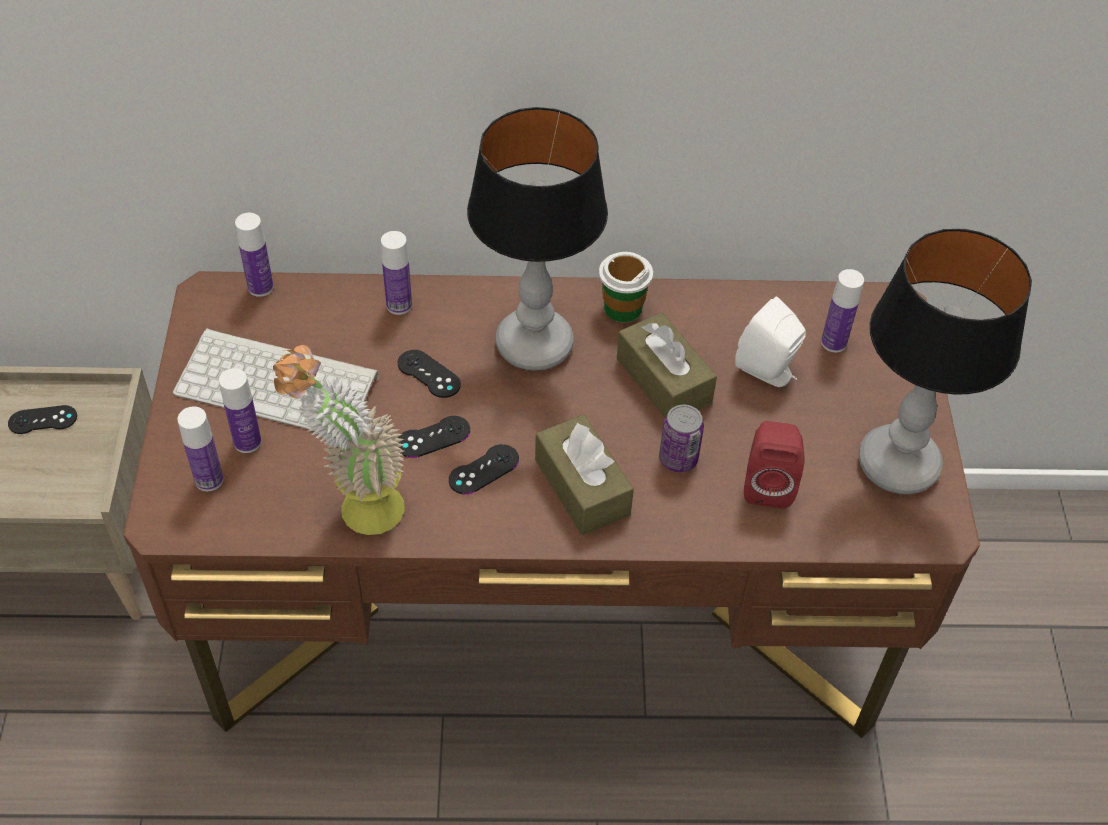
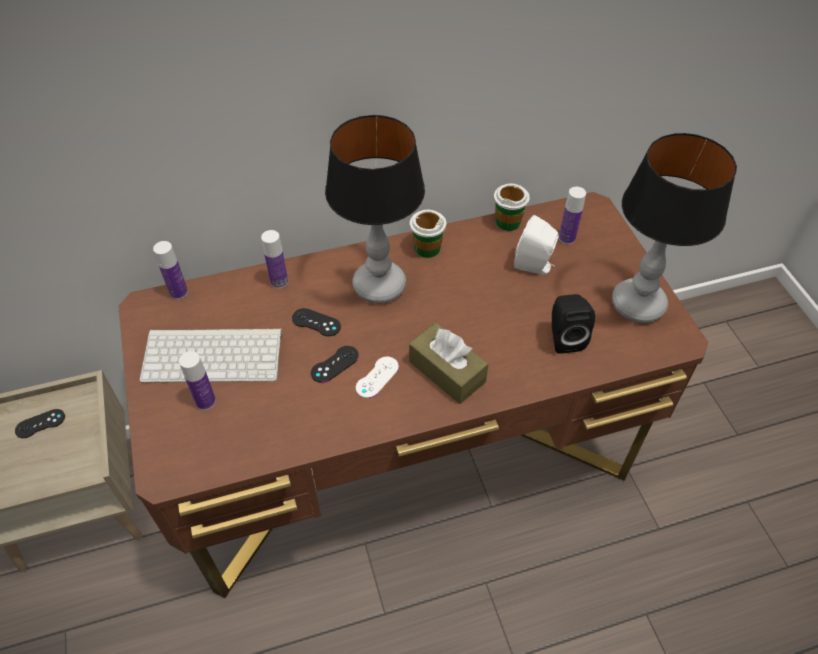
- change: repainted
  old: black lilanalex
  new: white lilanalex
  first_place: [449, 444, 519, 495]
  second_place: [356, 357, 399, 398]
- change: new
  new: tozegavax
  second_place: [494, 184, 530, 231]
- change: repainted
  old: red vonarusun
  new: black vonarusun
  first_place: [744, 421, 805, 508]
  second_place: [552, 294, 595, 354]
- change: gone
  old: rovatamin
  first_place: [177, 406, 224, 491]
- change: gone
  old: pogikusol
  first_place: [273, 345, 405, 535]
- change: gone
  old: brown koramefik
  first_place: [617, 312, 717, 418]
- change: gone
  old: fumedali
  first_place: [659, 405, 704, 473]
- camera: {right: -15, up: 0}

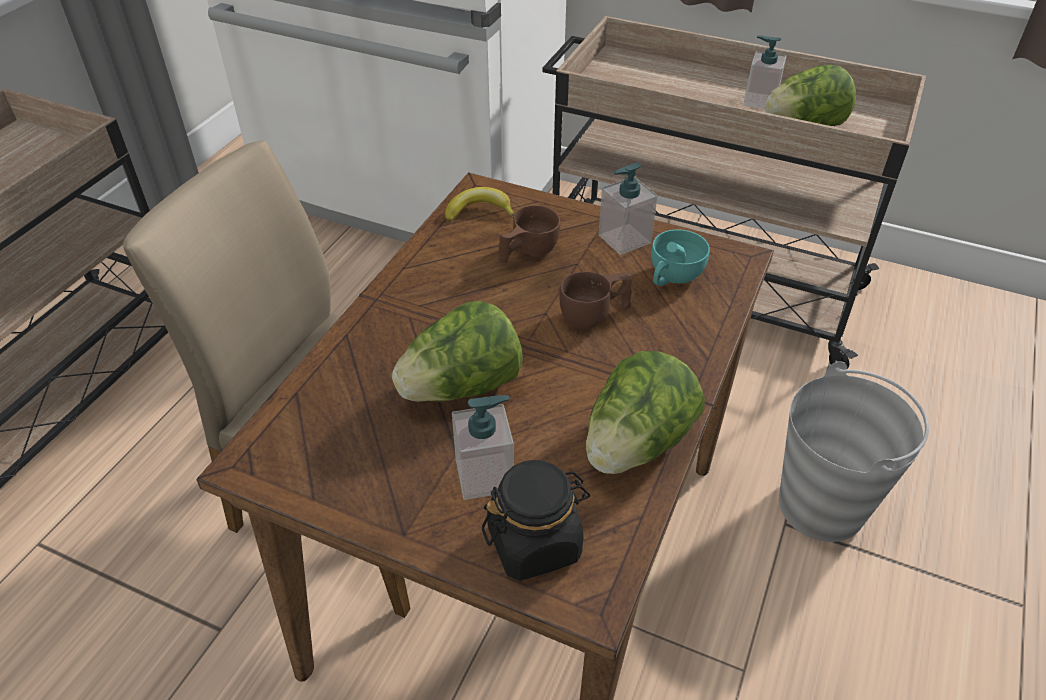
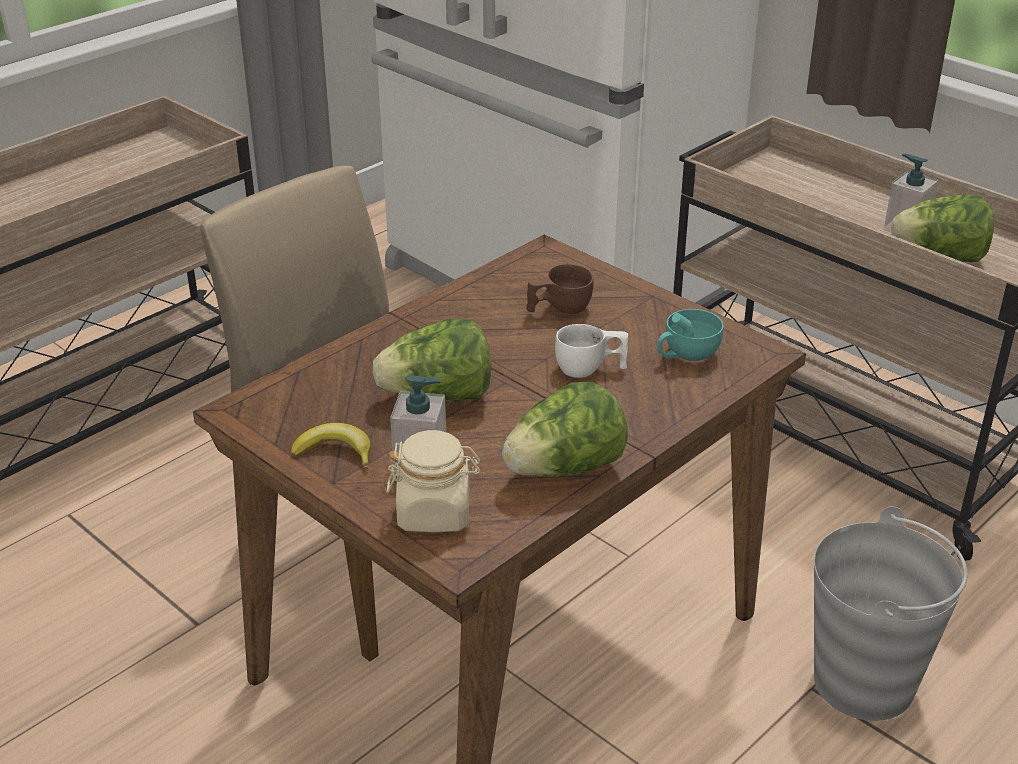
- change: shifted
  old: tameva
  first_place: [445, 187, 514, 222]
  second_place: [291, 423, 371, 469]
- change: repainted
  old: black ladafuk
  new: beige ladafuk
  first_place: [482, 460, 590, 581]
  second_place: [387, 430, 481, 533]
- change: repainted
  old: brown tozegavax
  new: white tozegavax
  first_place: [559, 272, 632, 329]
  second_place: [555, 324, 628, 378]
- change: gone
  old: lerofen
  first_place: [599, 162, 657, 255]
- camera: {right: 20, up: -10}

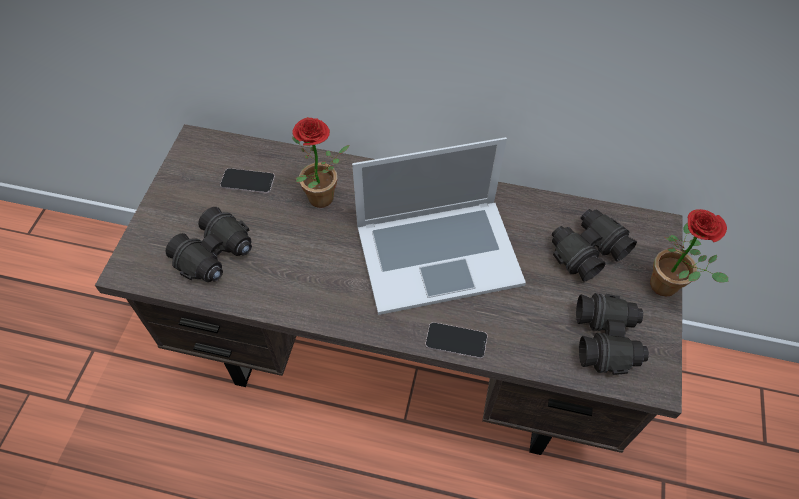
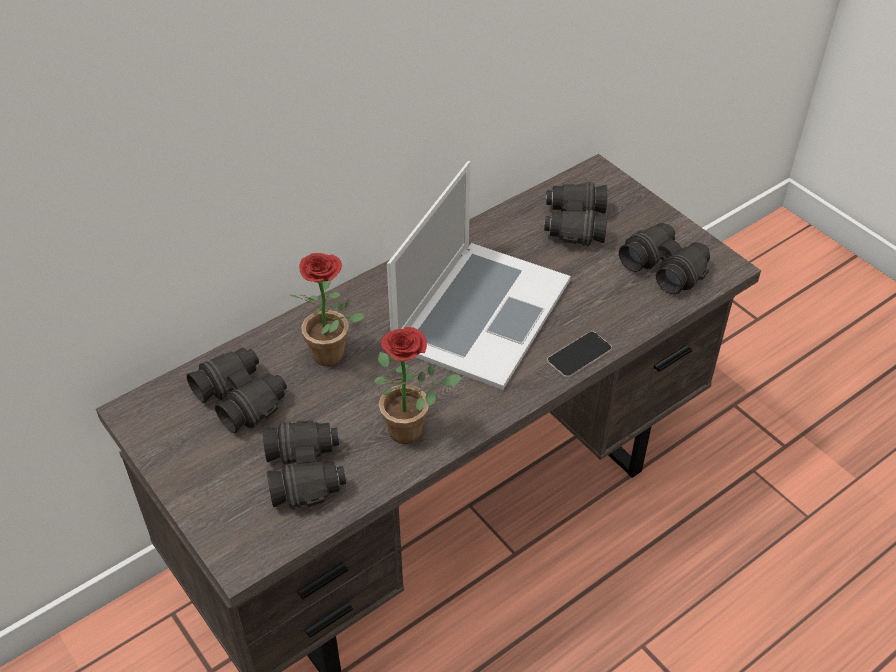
- change: swapped
  old: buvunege
  new: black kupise
  first_place: [220, 168, 275, 193]
  second_place: [187, 348, 287, 433]
- change: shifted
  old: pogikusol
  first_place: [650, 209, 729, 297]
  second_place: [374, 327, 462, 444]
- camera: {right: -50, up: -10}

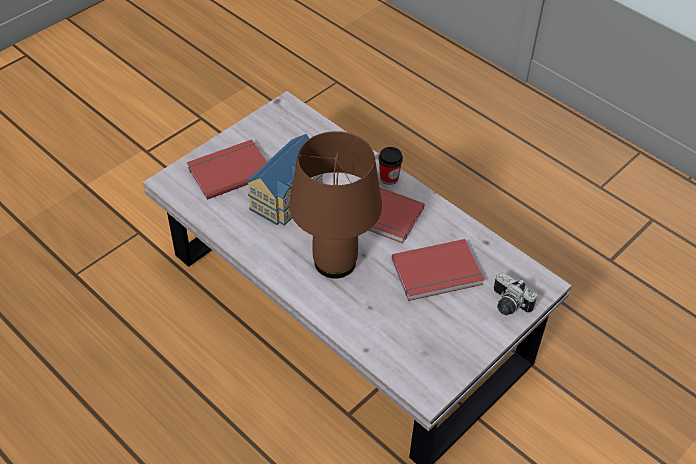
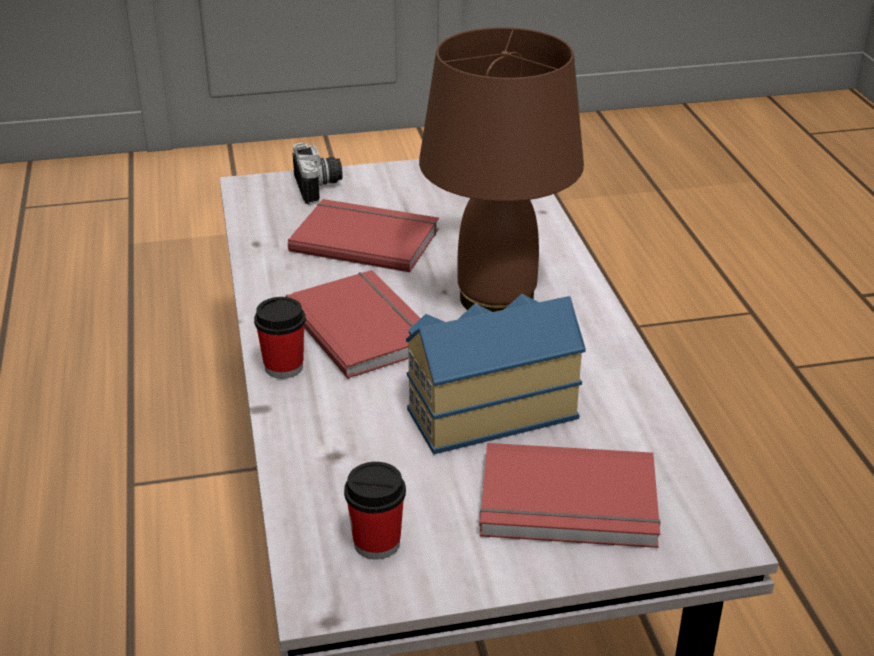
- change: new
  new: tozegavax
  second_place: [344, 462, 406, 559]
- camera: {right: -145, up: -15}

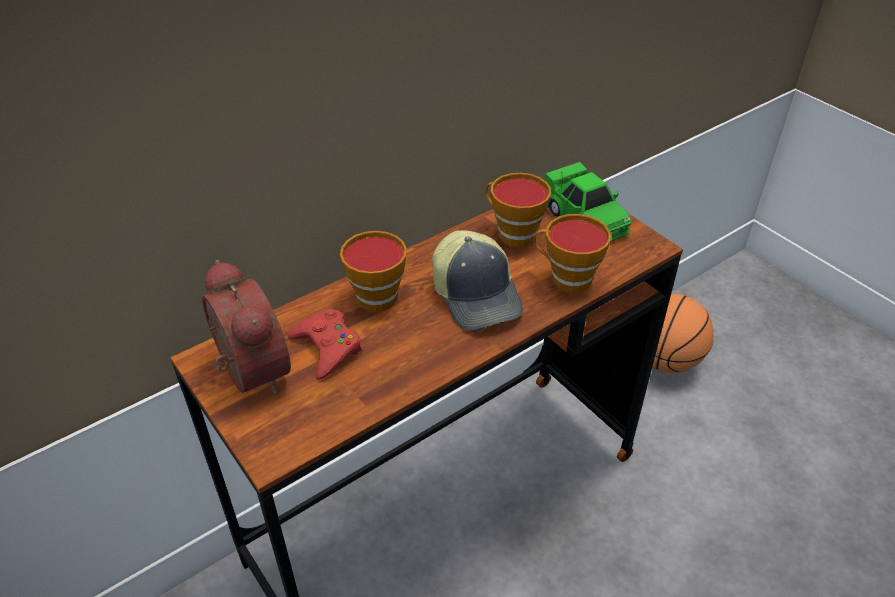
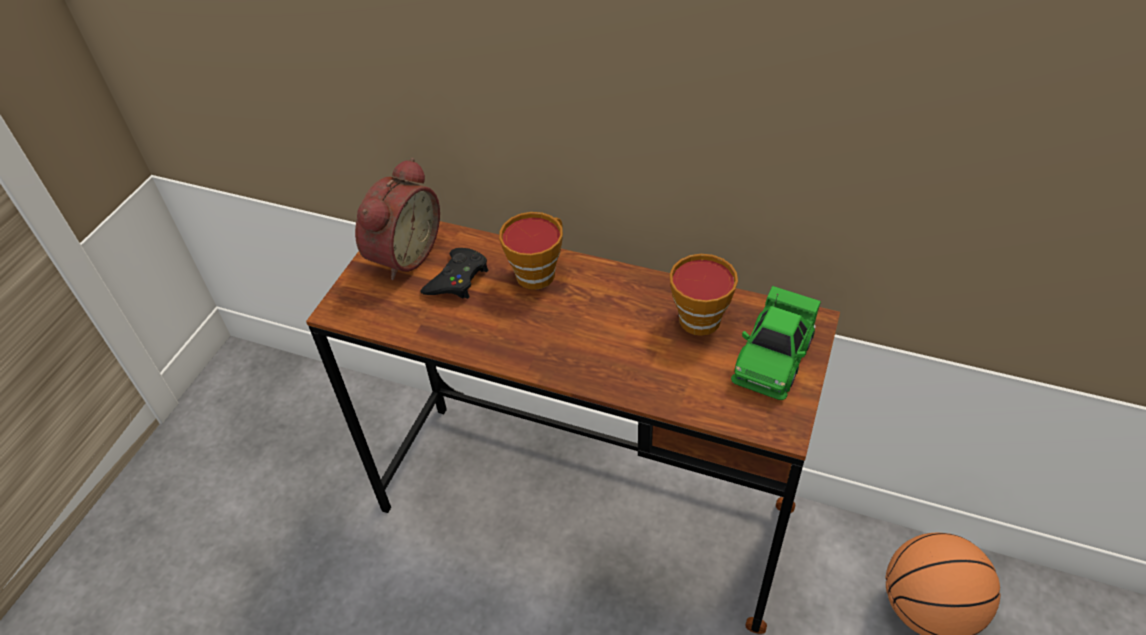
- change: repainted
  old: red lilanalex
  new: black lilanalex
  first_place: [288, 309, 362, 380]
  second_place: [420, 248, 488, 299]
- change: gone
  old: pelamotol
  first_place: [432, 230, 523, 331]
- change: gone
  old: tozegavax
  first_place: [533, 214, 611, 293]
- camera: {right: 60, up: 5}

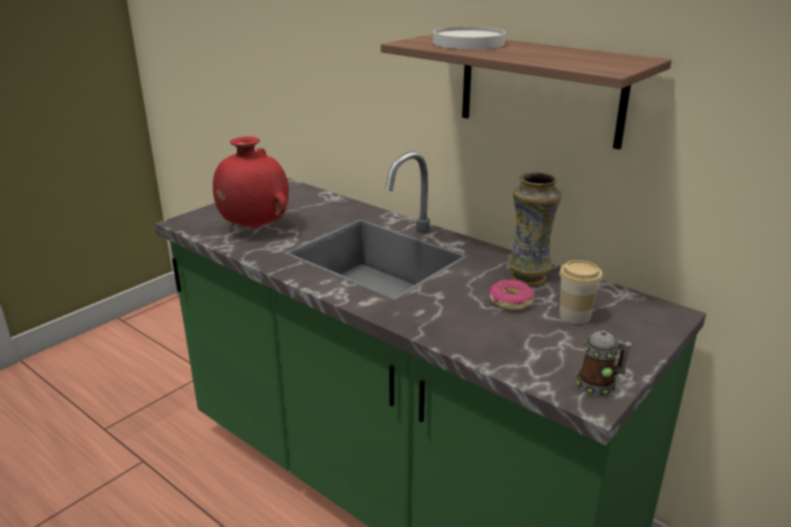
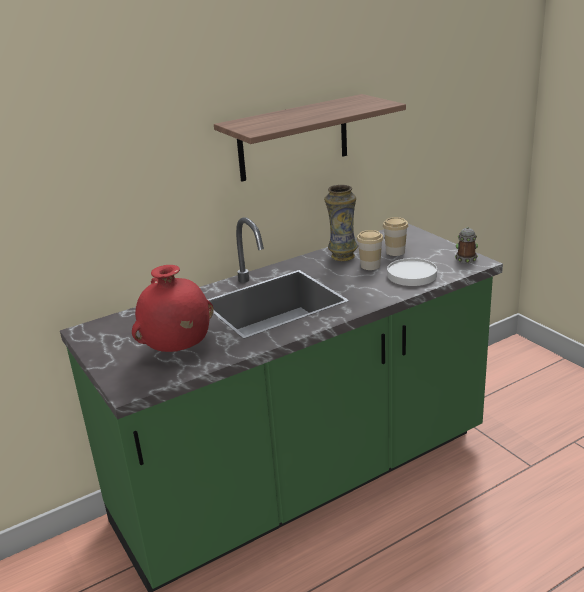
- change: swapped
  old: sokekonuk
  new: tozegavax
  first_place: [489, 279, 535, 310]
  second_place: [357, 230, 383, 270]
- change: shifted
  old: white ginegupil
  first_place: [433, 27, 506, 49]
  second_place: [387, 258, 437, 286]
- camera: {right: -70, up: 0}

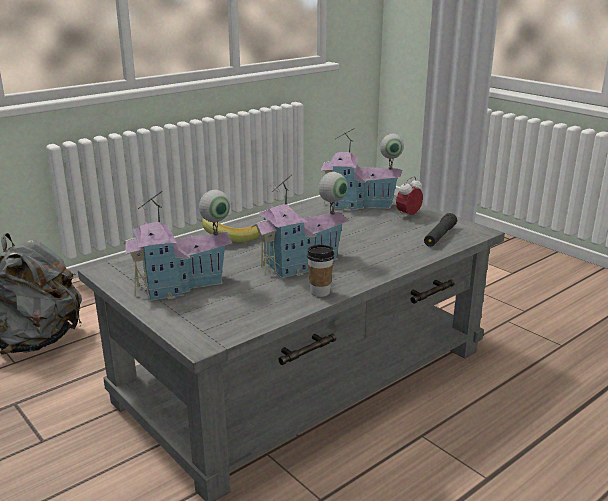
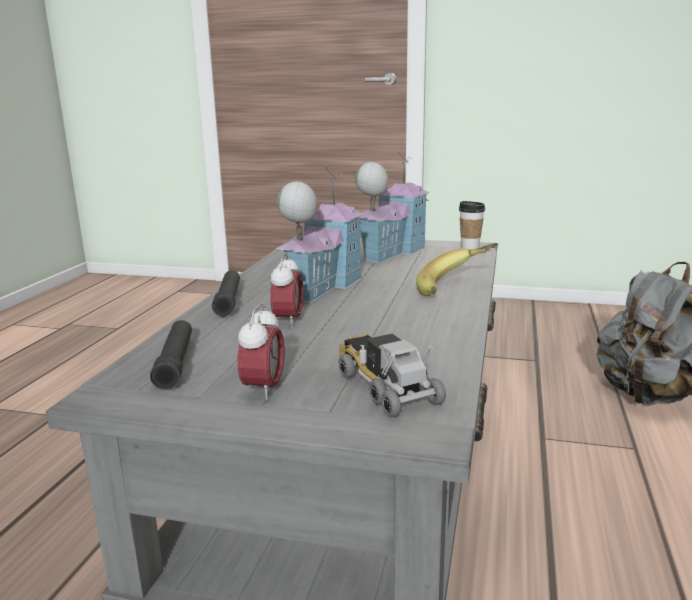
- change: new
  new: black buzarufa
  second_place: [212, 270, 240, 317]
- change: new
  new: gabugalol
  second_place: [270, 253, 303, 328]
- change: swapped
  old: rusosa
  new: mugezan
  first_place: [321, 128, 404, 211]
  second_place: [338, 334, 446, 418]
- change: shifted
  old: tozegavax
  first_place: [307, 245, 335, 297]
  second_place: [459, 201, 485, 249]
- camera: {right: 145, up: -5}

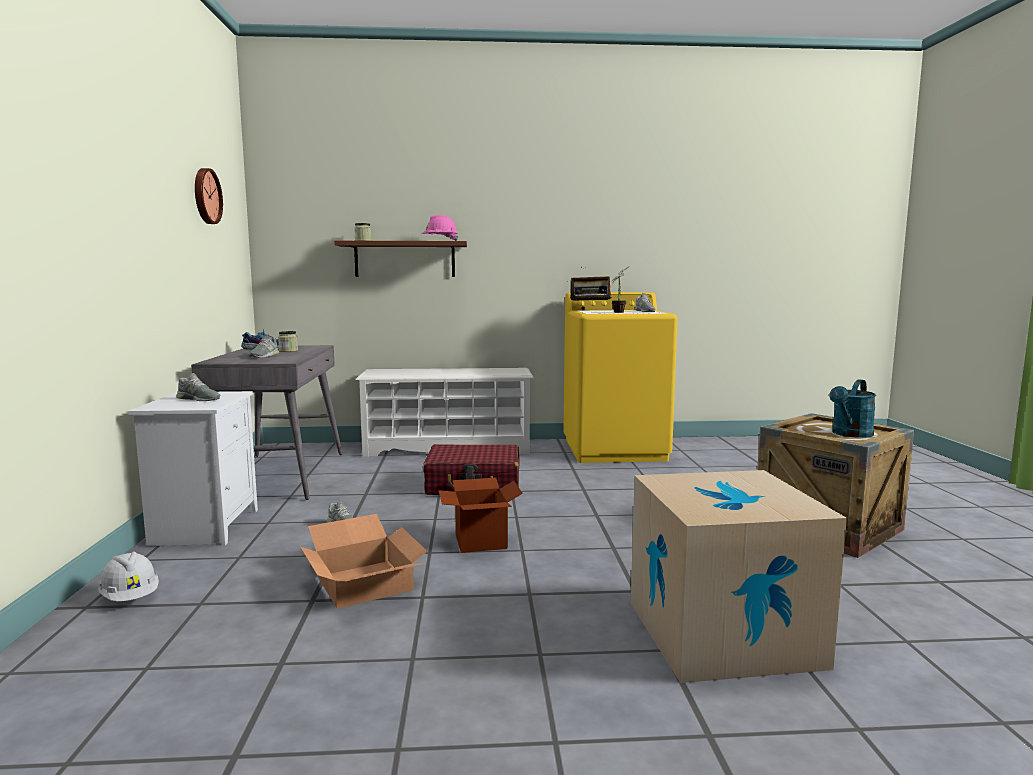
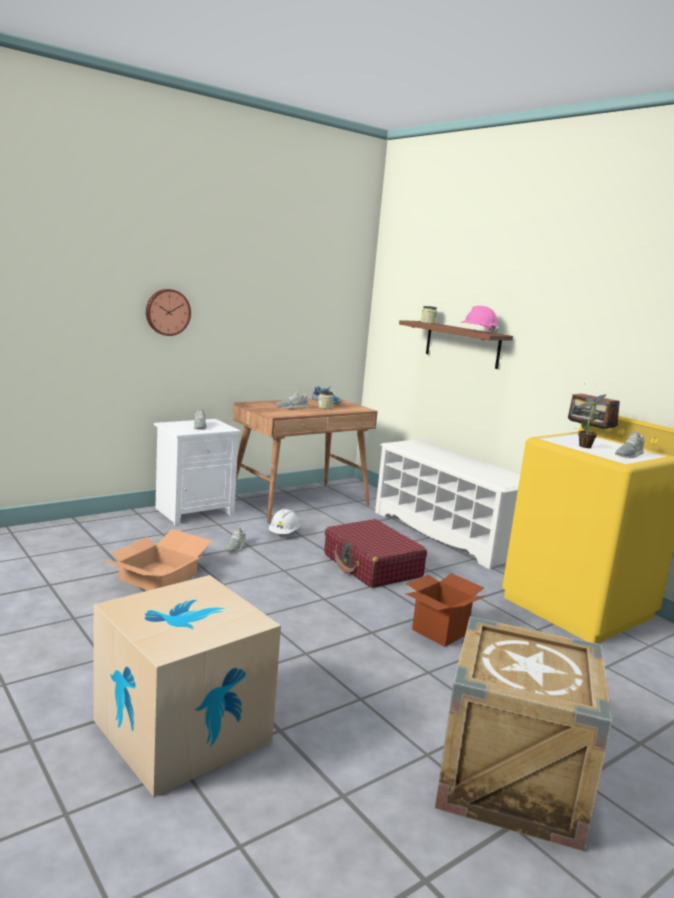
- change: shifted
  old: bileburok
  first_place: [195, 168, 223, 224]
  second_place: [146, 289, 191, 336]
- change: repainted
  old: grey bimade
  new: brown bimade
  first_place: [191, 345, 342, 500]
  second_place: [233, 398, 378, 523]
- change: shifted
  old: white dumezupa
  first_place: [98, 551, 159, 601]
  second_place: [269, 508, 300, 534]
- change: shifted
  old: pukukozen
  first_place: [438, 478, 523, 553]
  second_place: [406, 573, 484, 647]
- change: gone
  old: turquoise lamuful
  first_place: [829, 379, 876, 438]
- camera: {right: 55, up: 5}

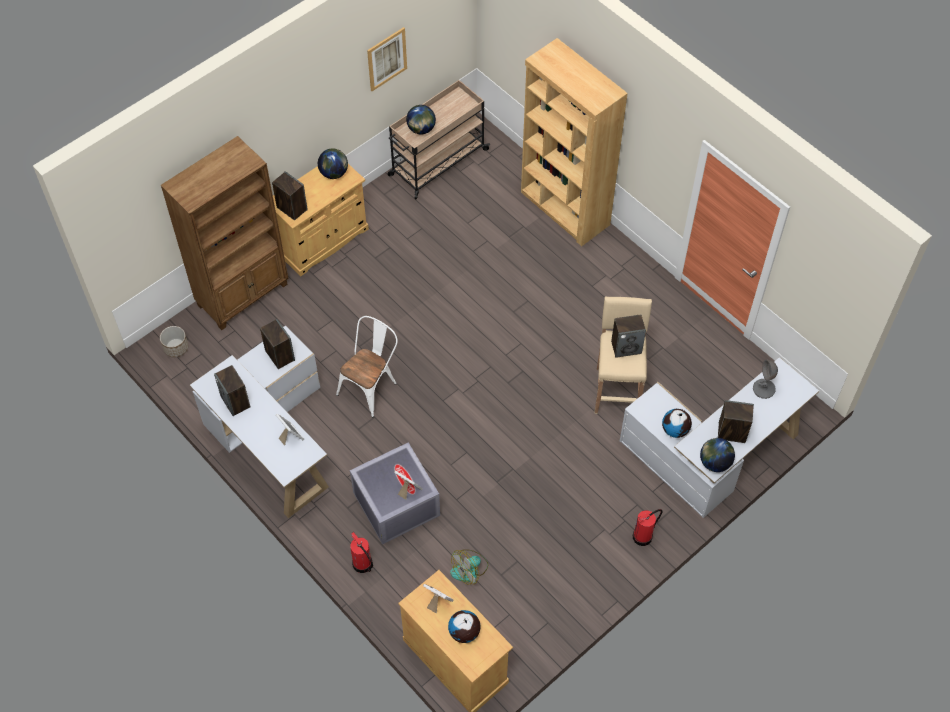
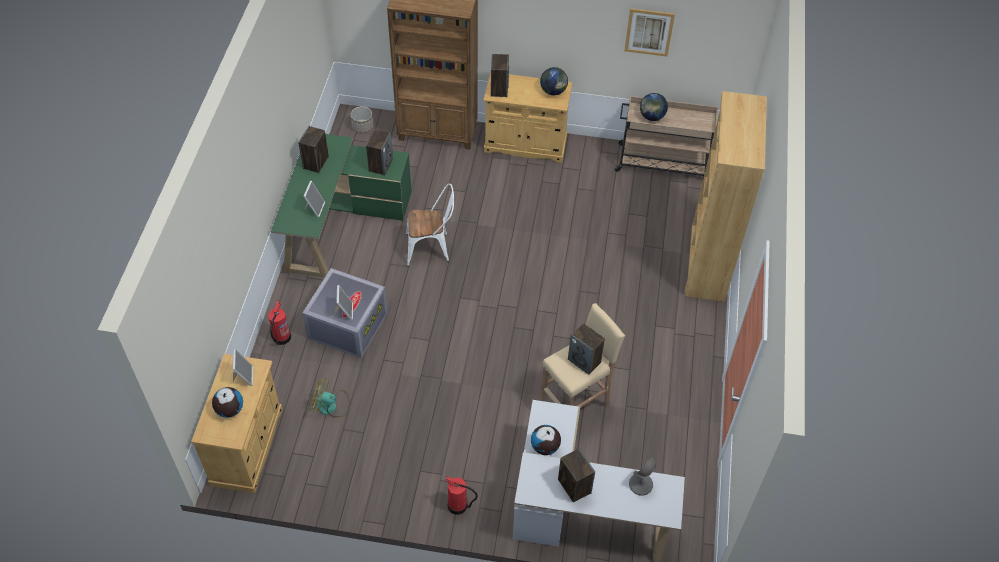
- change: repainted
  old: white bimade
  new: green bimade
  first_place: [190, 326, 329, 518]
  second_place: [271, 134, 411, 277]
- change: gone
  old: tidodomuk
  first_place: [700, 438, 735, 472]
- camera: {right: 50, up: -5}

